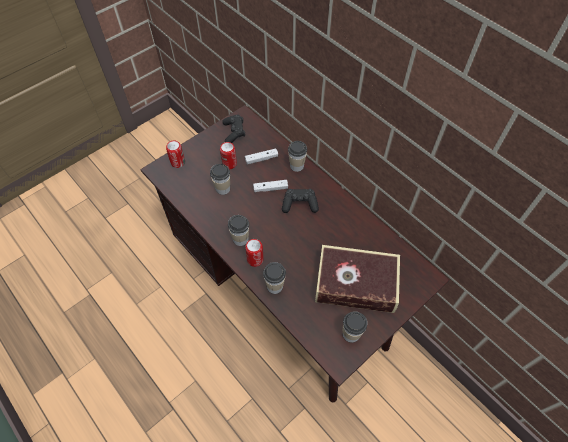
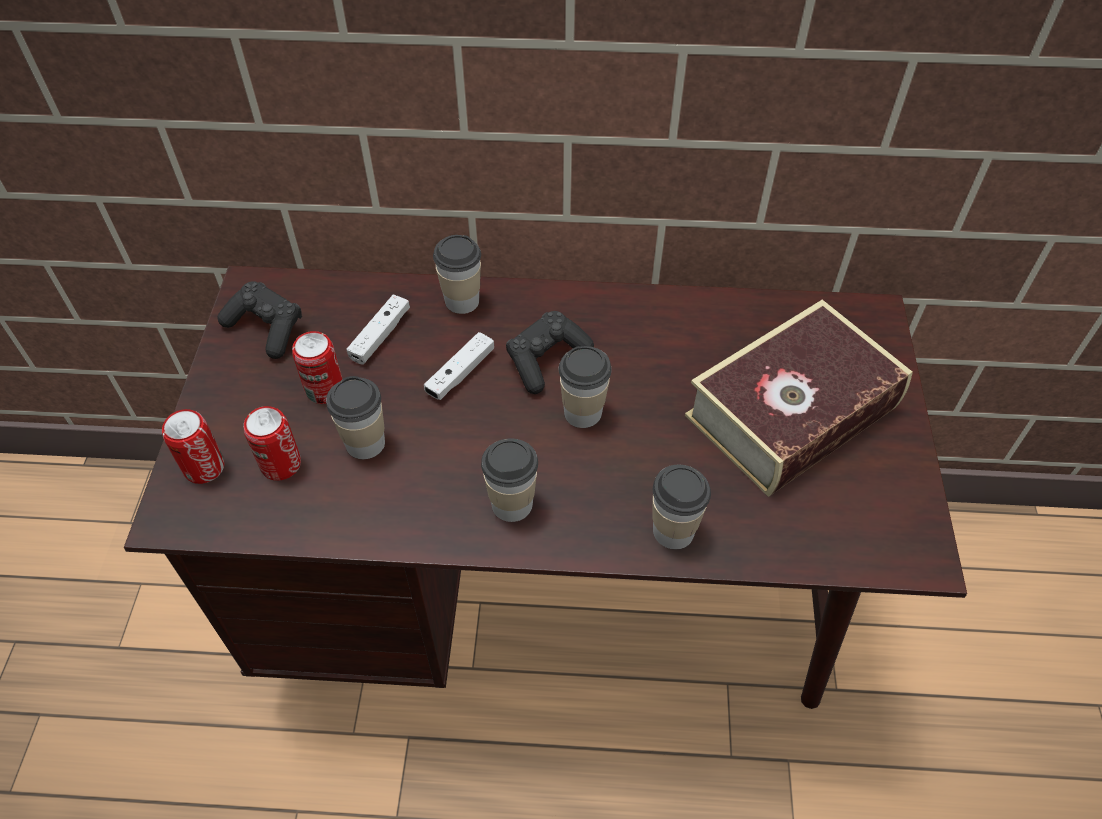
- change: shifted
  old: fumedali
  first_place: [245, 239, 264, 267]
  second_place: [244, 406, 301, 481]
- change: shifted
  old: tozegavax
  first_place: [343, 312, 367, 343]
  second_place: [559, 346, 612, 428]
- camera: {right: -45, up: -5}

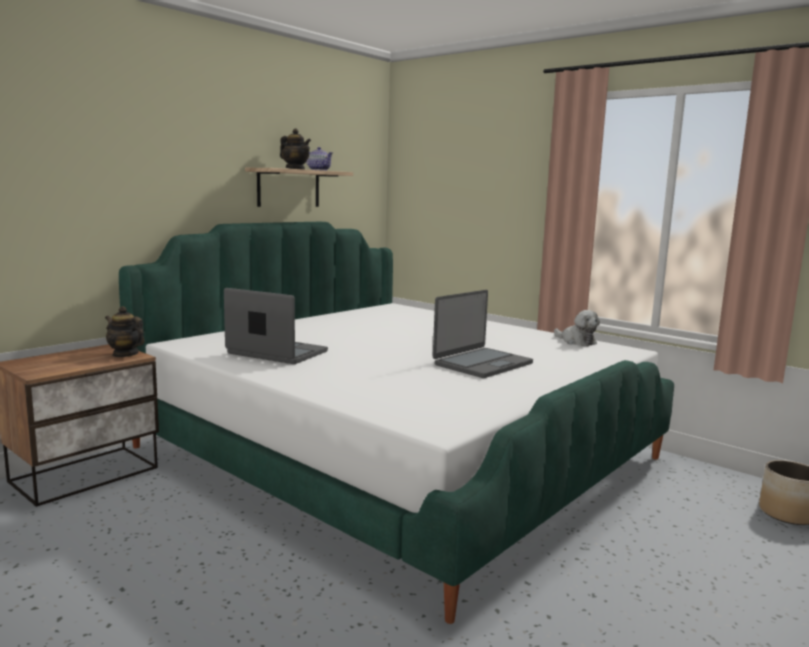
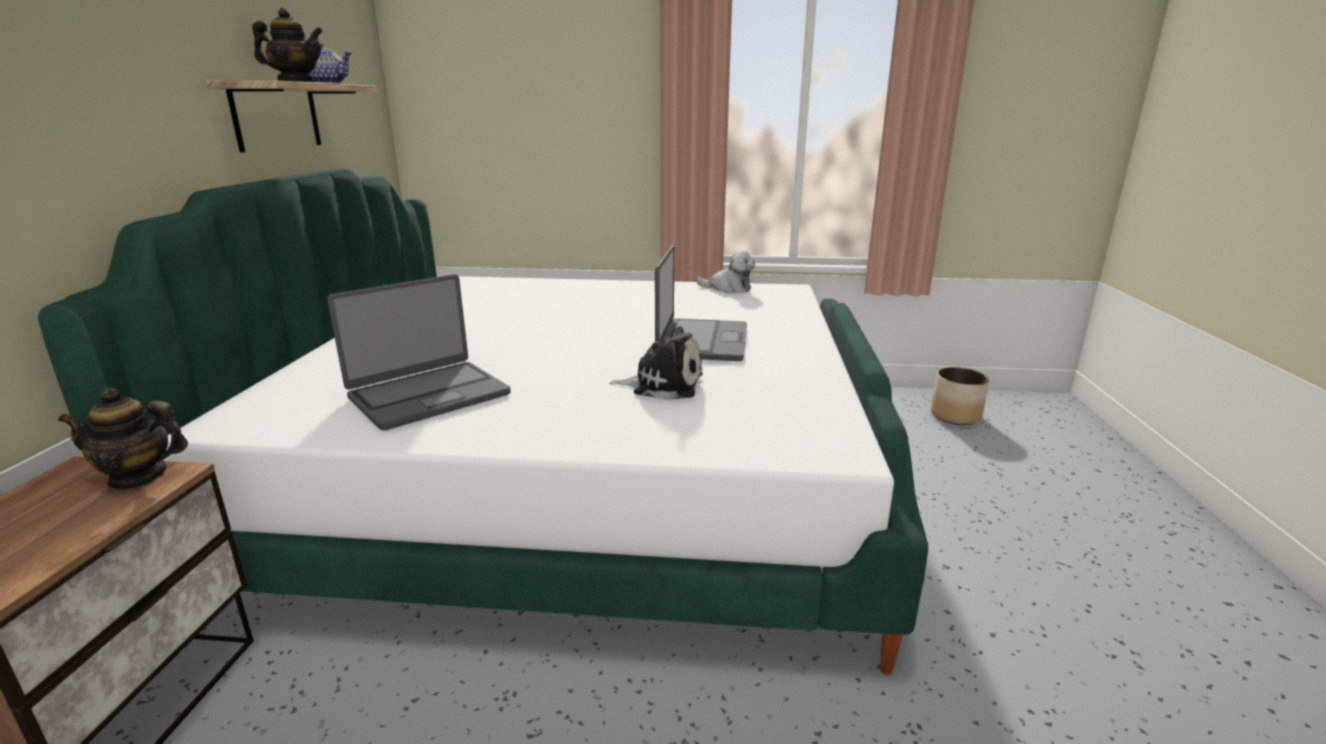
- change: rotated
  old: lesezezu
  first_place: [224, 288, 328, 364]
  second_place: [327, 274, 511, 431]
  degrees: 150
- change: new
  new: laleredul
  second_place: [609, 326, 703, 400]
- camera: {right: -35, up: 10}

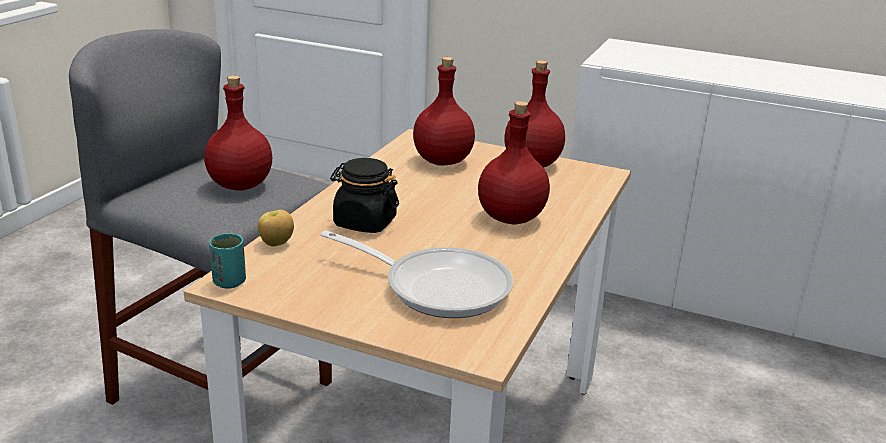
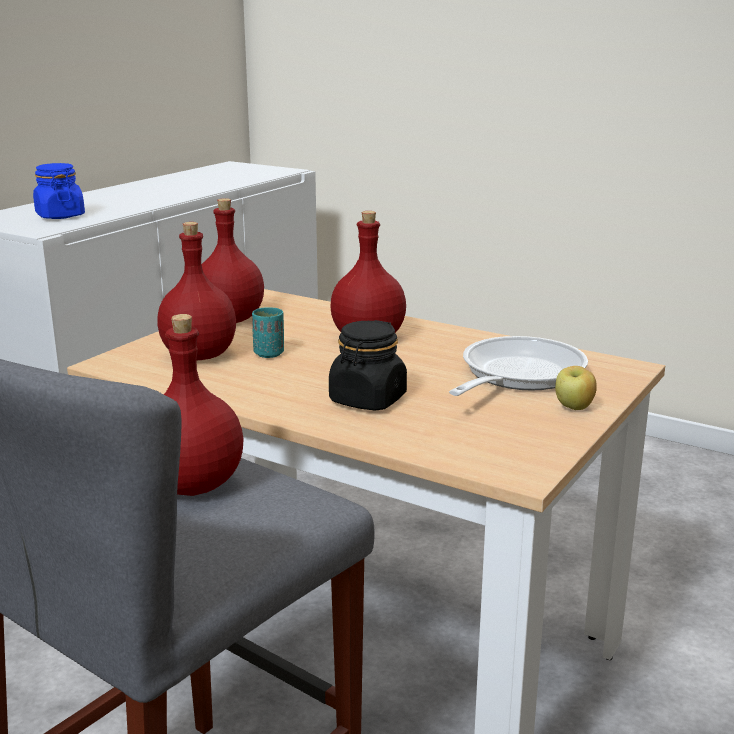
- change: new
  new: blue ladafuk
  second_place: [33, 163, 85, 219]
- change: shifted
  old: turquoise tozegavax
  first_place: [209, 233, 246, 289]
  second_place: [252, 307, 284, 358]
- change: shifted
  old: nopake
  first_place: [258, 210, 294, 247]
  second_place: [555, 366, 597, 410]
- camera: {right: -80, up: -5}

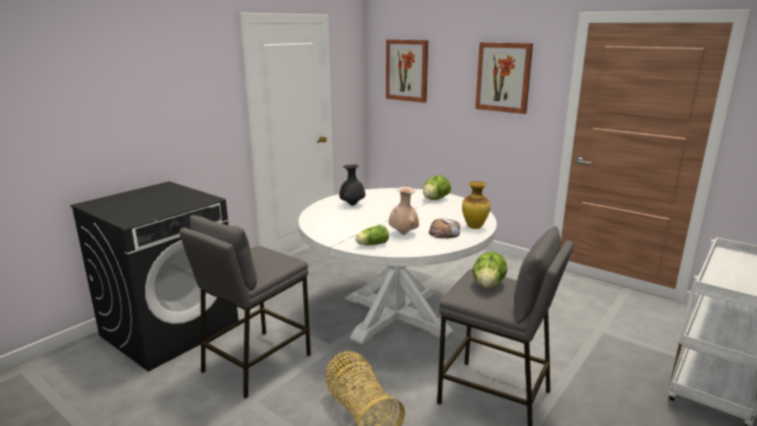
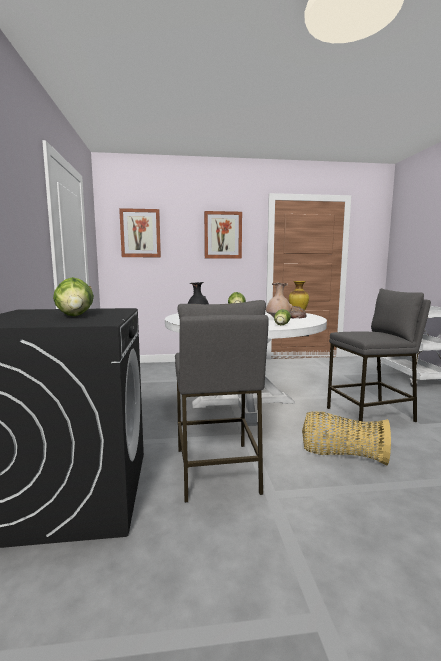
- change: shifted
  old: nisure
  first_place: [472, 252, 507, 288]
  second_place: [53, 277, 94, 316]
- camera: {right: -45, up: -10}

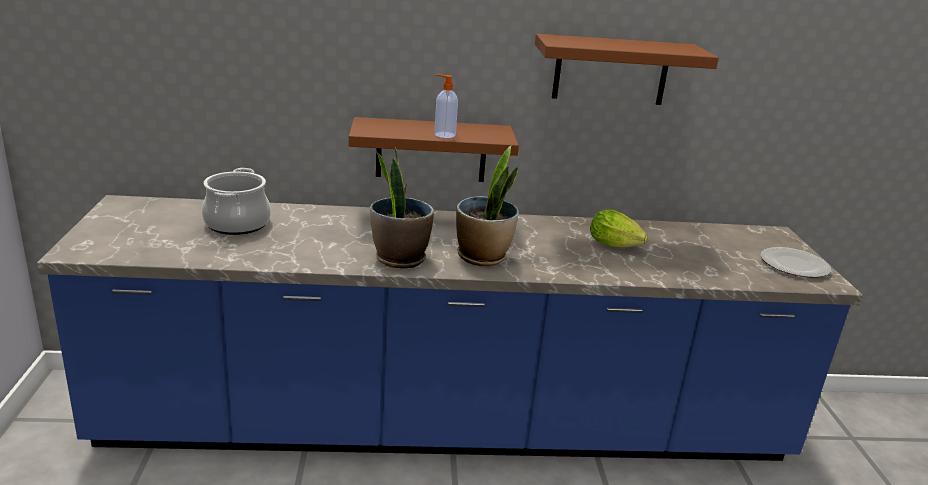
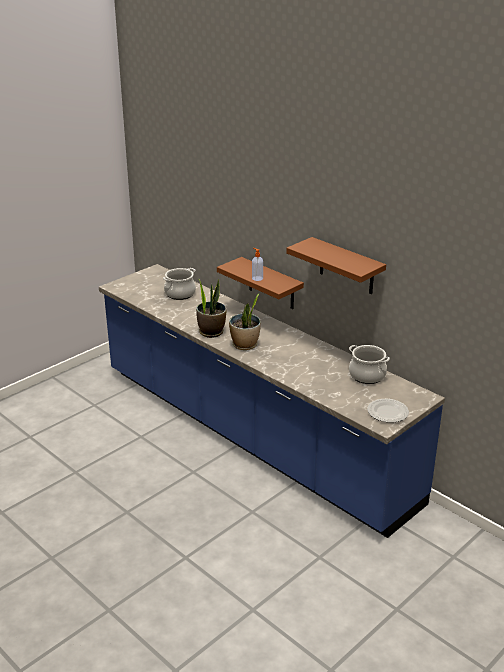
- change: new
  new: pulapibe
  second_place: [349, 345, 390, 384]
- change: gone
  old: nisure
  first_place: [590, 209, 648, 248]
- camera: {right: 50, up: 5}

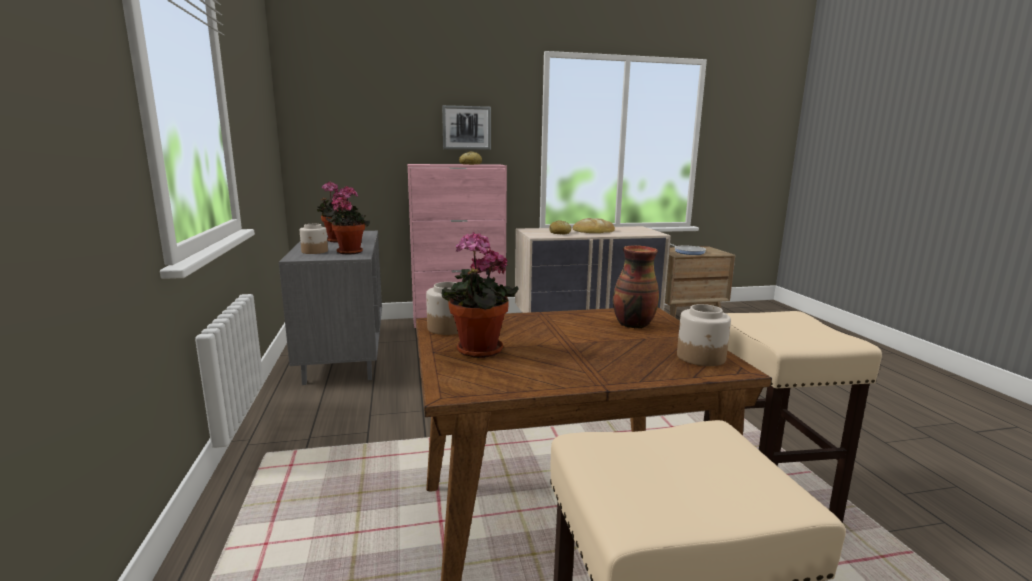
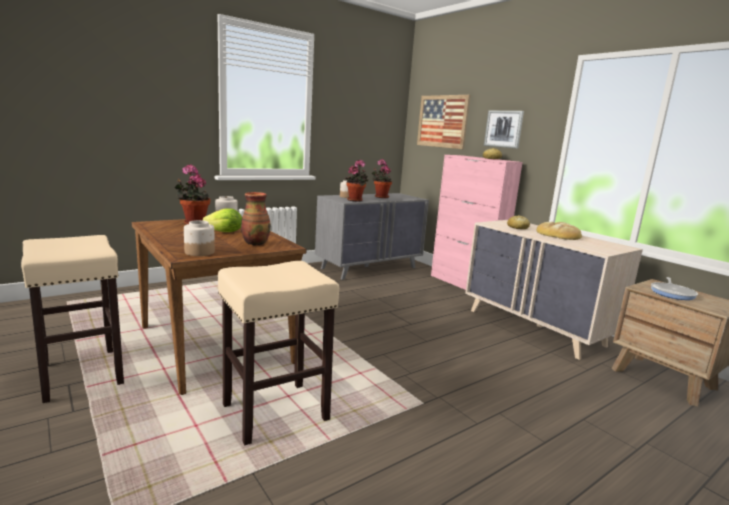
- change: new
  new: nisure
  second_place: [203, 208, 242, 232]
- change: new
  new: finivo
  second_place: [417, 95, 470, 149]
- camera: {right: 65, up: 0}

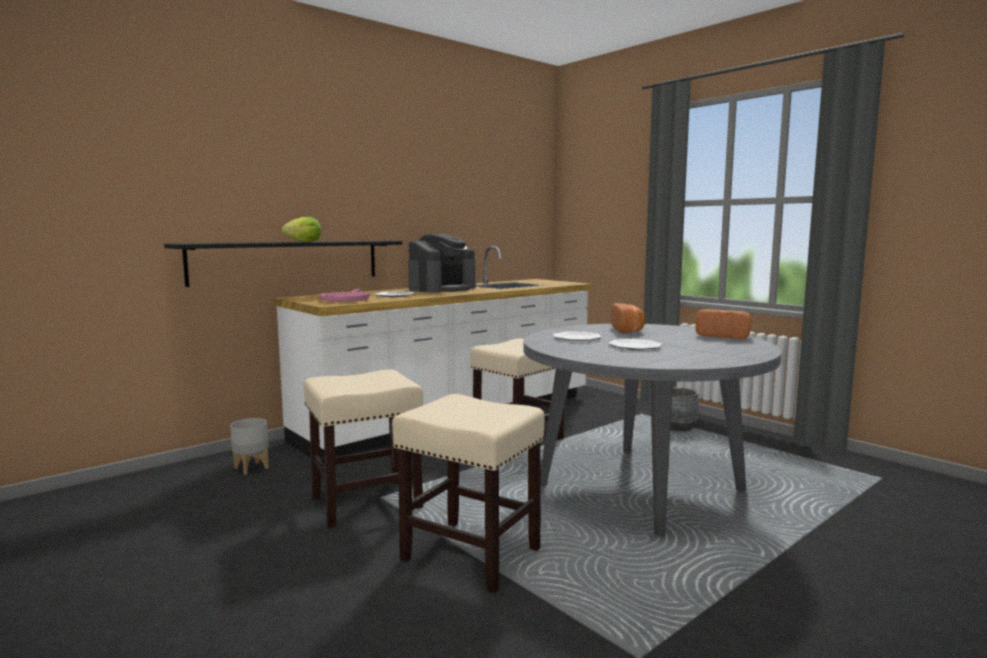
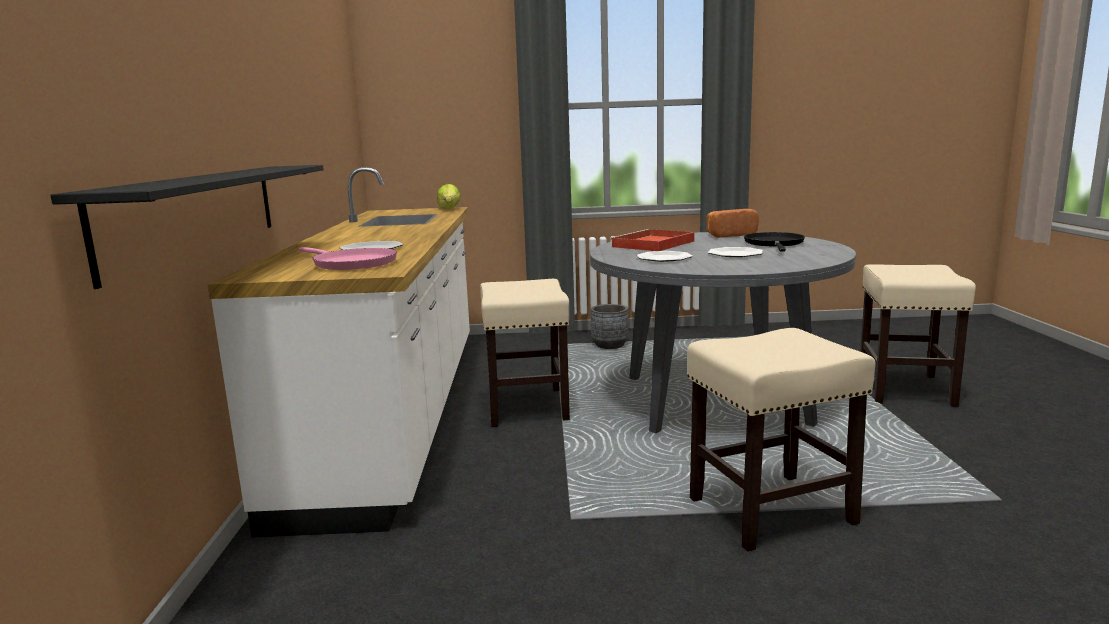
- change: shifted
  old: nisure
  first_place: [281, 217, 321, 242]
  second_place: [437, 184, 461, 209]
- change: swapped
  old: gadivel
  new: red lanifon
  first_place: [611, 303, 645, 333]
  second_place: [610, 229, 695, 251]
- change: new
  new: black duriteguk
  second_place: [744, 232, 805, 252]
- change: shifted
  old: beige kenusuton
  first_place: [304, 369, 423, 528]
  second_place: [860, 264, 976, 407]
- change: gone
  old: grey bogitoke
  first_place: [230, 418, 269, 475]
- change: gone
  old: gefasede
  first_place: [408, 234, 476, 293]
- camera: {right: -50, up: 5}

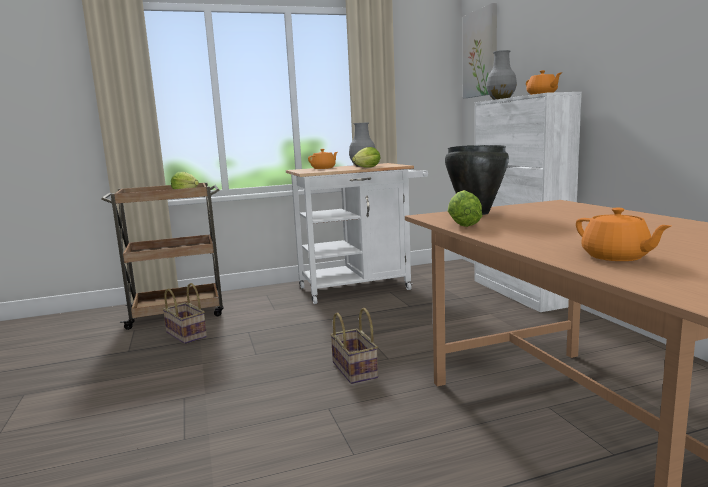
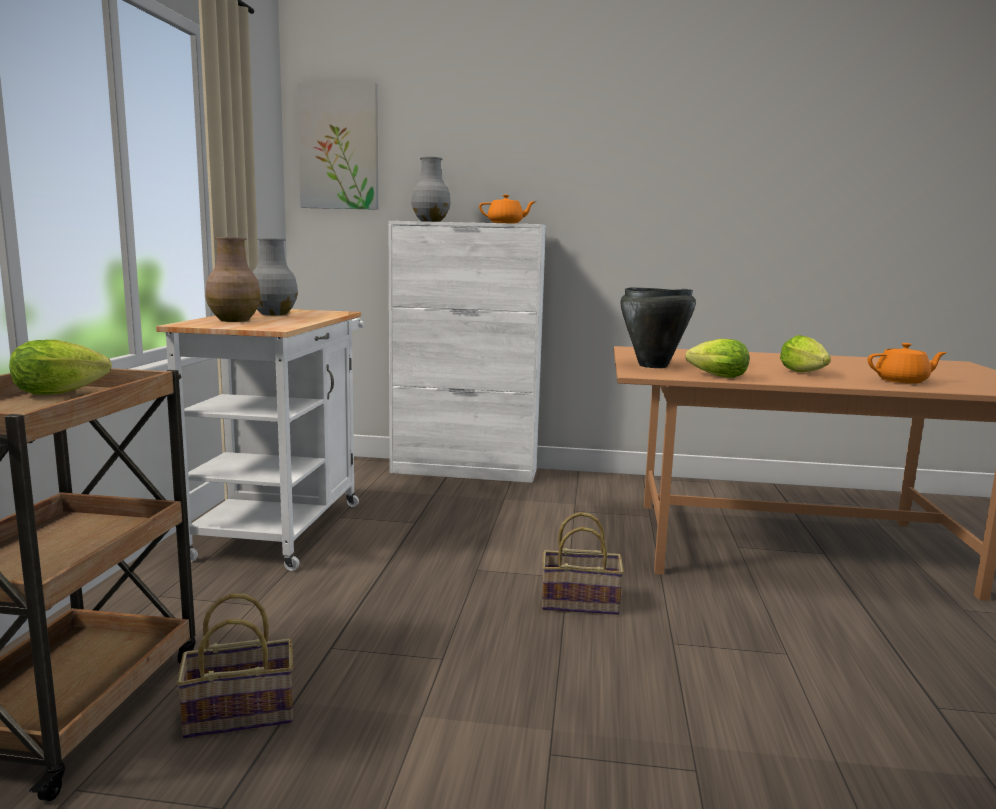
- change: swapped
  old: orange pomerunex
  new: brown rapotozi
  first_place: [308, 149, 338, 169]
  second_place: [205, 237, 261, 322]
- change: shifted
  old: nisure
  first_place: [352, 147, 381, 168]
  second_place: [780, 335, 831, 372]
- camera: {right: -65, up: 0}

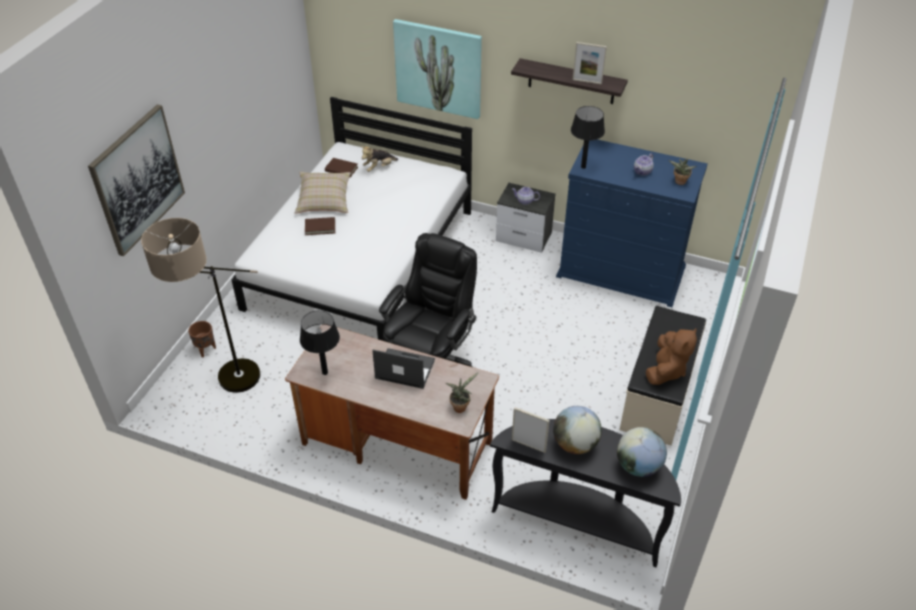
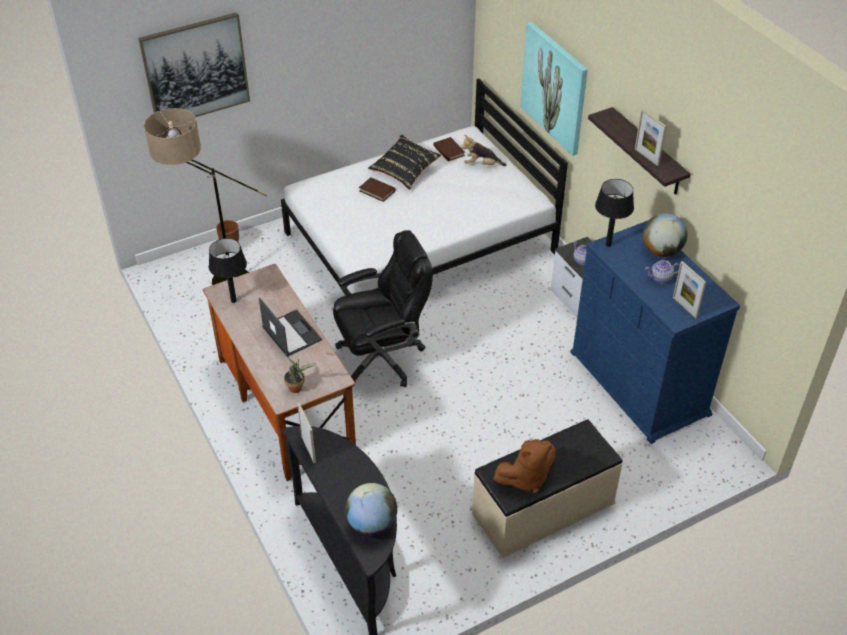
- change: repainted
  old: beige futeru
  new: black futeru
  first_place: [295, 172, 350, 214]
  second_place: [368, 134, 441, 190]
- change: shifted
  old: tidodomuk
  first_place: [553, 406, 602, 454]
  second_place: [643, 213, 687, 257]
- change: swapped
  old: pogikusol
  new: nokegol
  first_place: [668, 159, 696, 185]
  second_place: [673, 261, 706, 318]
- camera: {right: 40, up: 0}

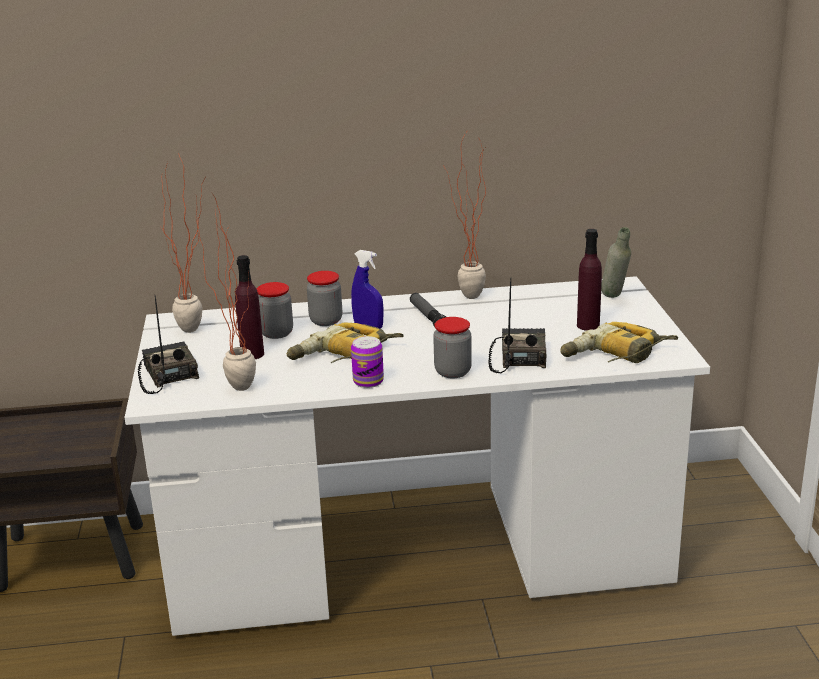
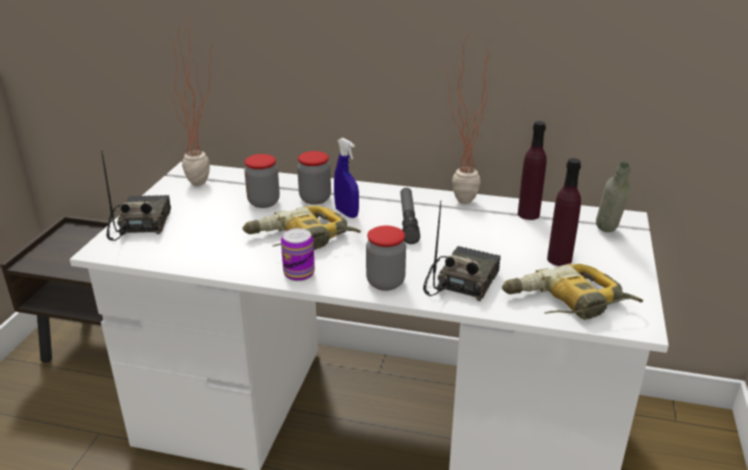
- change: shifted
  old: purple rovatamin
  first_place: [235, 255, 264, 359]
  second_place: [518, 121, 547, 220]
- change: gone
  old: pogikusol
  first_place: [197, 195, 256, 391]
- camera: {right: 20, up: 5}

